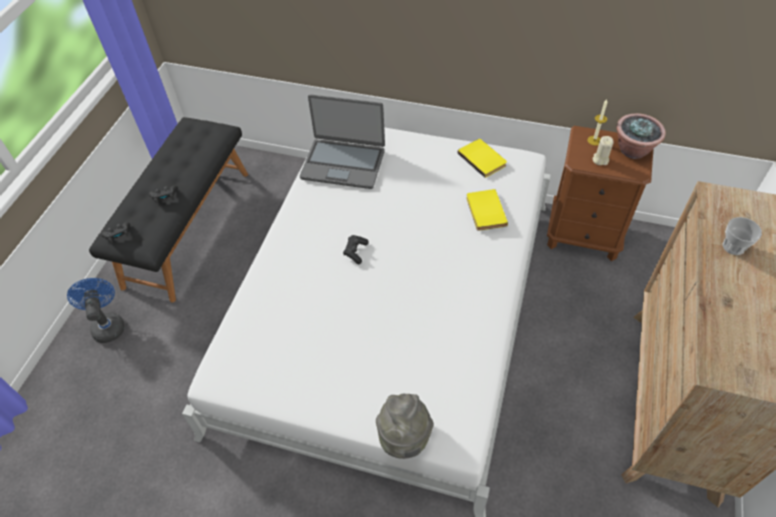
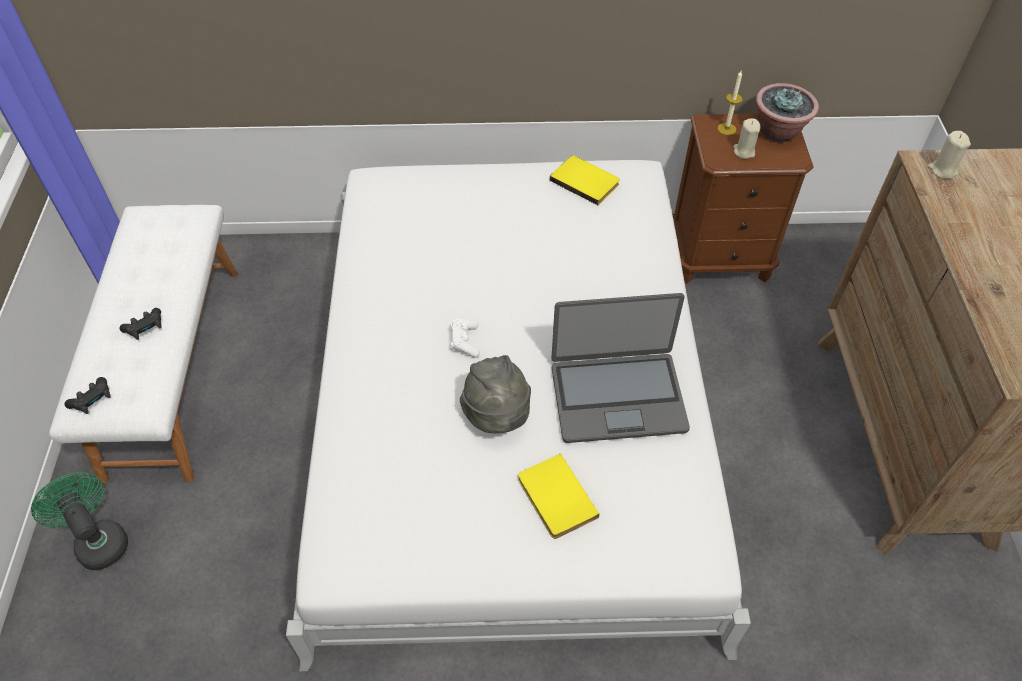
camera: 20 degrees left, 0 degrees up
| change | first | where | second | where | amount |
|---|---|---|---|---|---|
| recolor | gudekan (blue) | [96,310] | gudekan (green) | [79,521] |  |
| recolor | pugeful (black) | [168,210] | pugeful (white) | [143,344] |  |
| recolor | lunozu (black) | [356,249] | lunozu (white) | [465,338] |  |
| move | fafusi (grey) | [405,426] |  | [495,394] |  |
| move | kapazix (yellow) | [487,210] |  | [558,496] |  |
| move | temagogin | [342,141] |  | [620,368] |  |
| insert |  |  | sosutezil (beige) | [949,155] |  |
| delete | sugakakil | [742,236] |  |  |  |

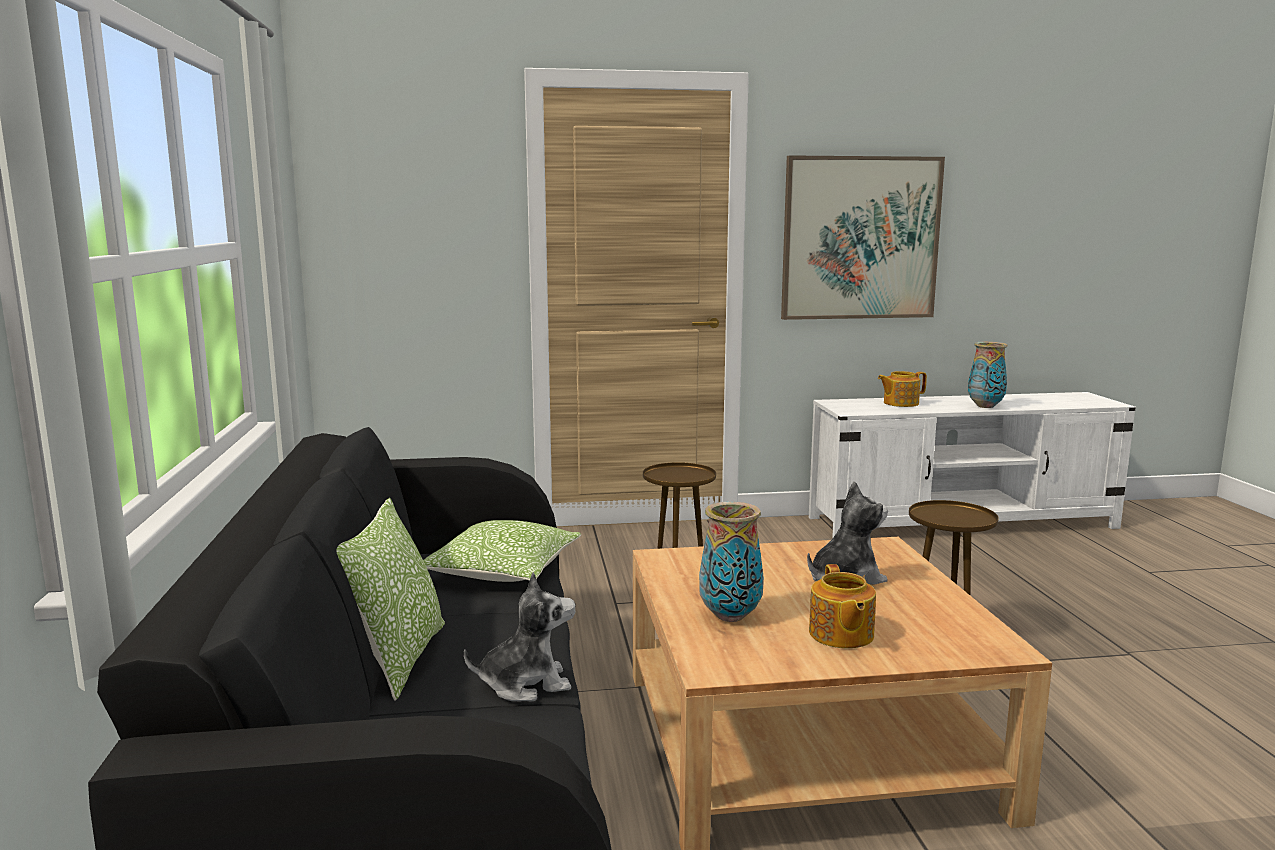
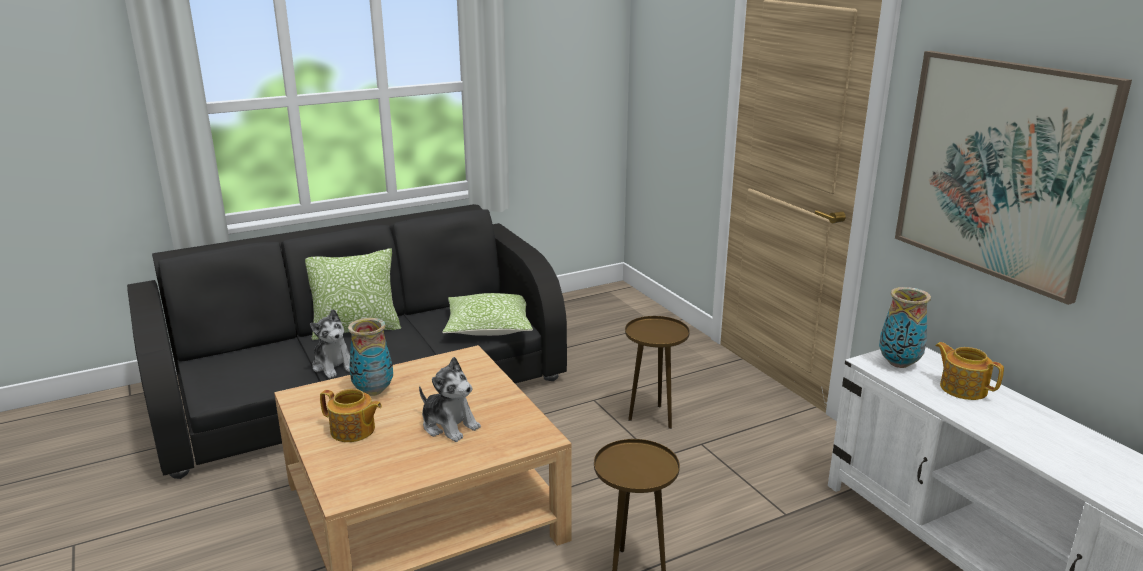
camera: 70 degrees right, 10 degrees up
| change | first | where | second | where | amount |
|---|---|---|---|---|---|
| rotate | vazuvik | [842,606] |  | [351,415] | 135 degrees counterclockwise |
| move | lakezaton | [988,375] |  | [905,327] |  |

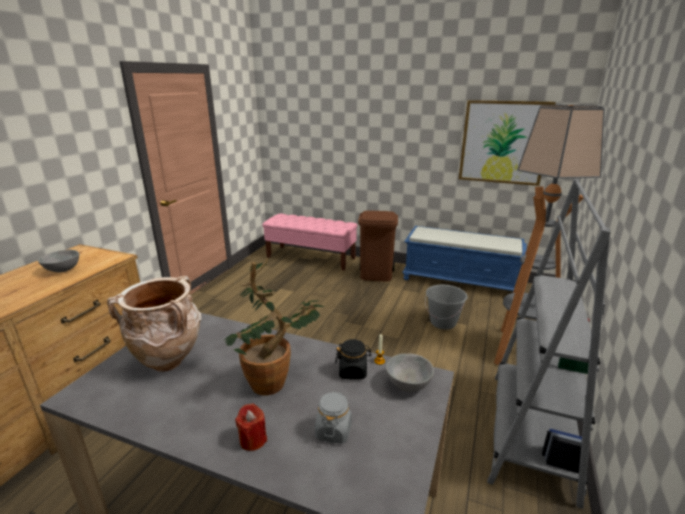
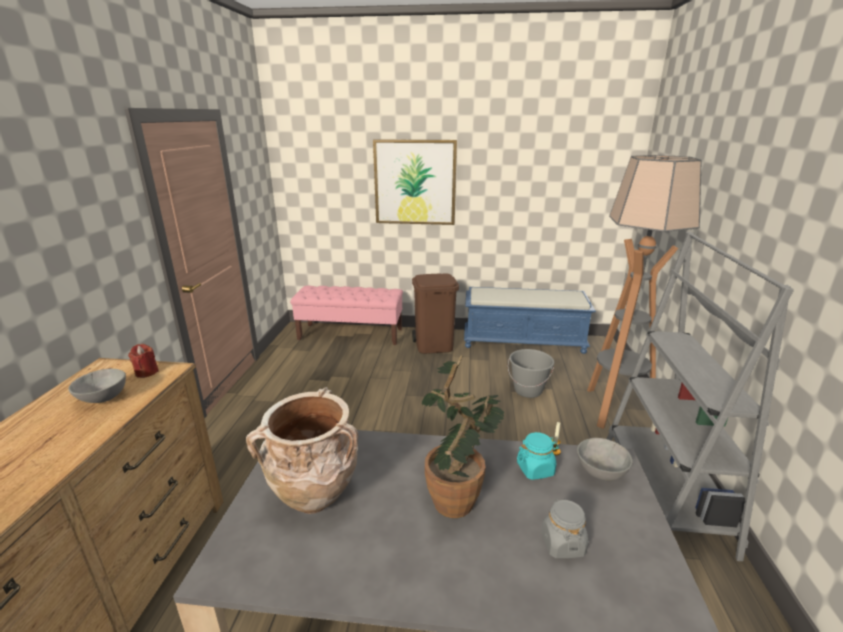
camera: 15 degrees left, 0 degrees up
| change | first | where | second | where | amount |
|---|---|---|---|---|---|
| move | sosutezil (red) | [251,427] |  | [143,361] |  |
| move | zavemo | [507,143] |  | [415,182] |  |
| recolor | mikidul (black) | [353,359] | mikidul (turquoise) | [538,456] |  |

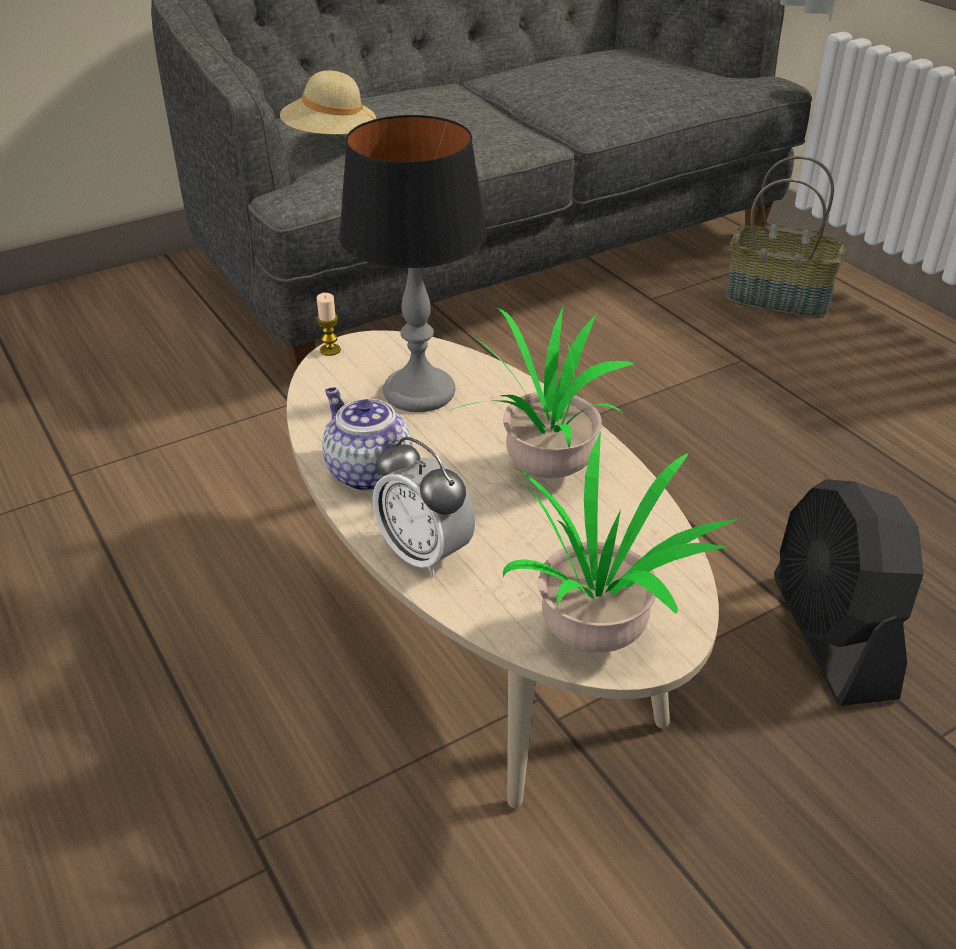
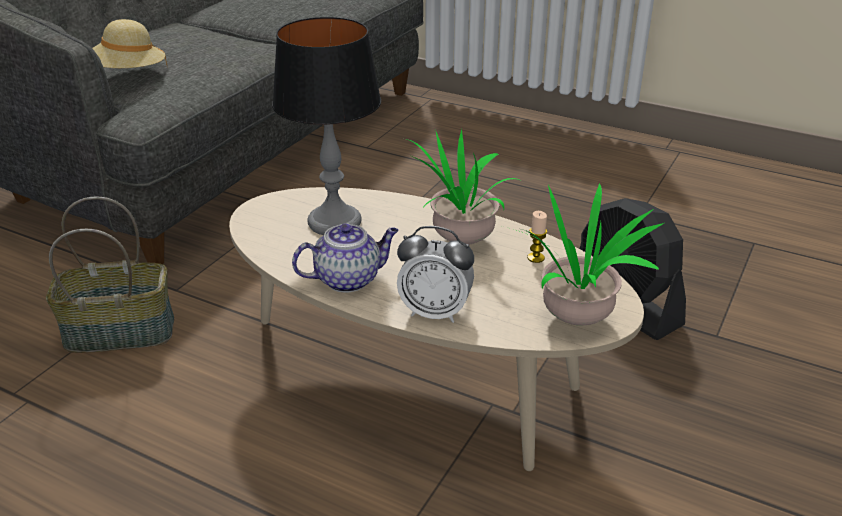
camera: 30 degrees left, 5 degrees down
| change | first | where | second | where | amount |
|---|---|---|---|---|---|
| move | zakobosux | [785,237] |  | [110,274] |  |
| rotate | vazuvik | [367,439] |  | [345,258] | 135 degrees clockwise |
| move | sosutezil | [329,324] |  | [537,237] |  |

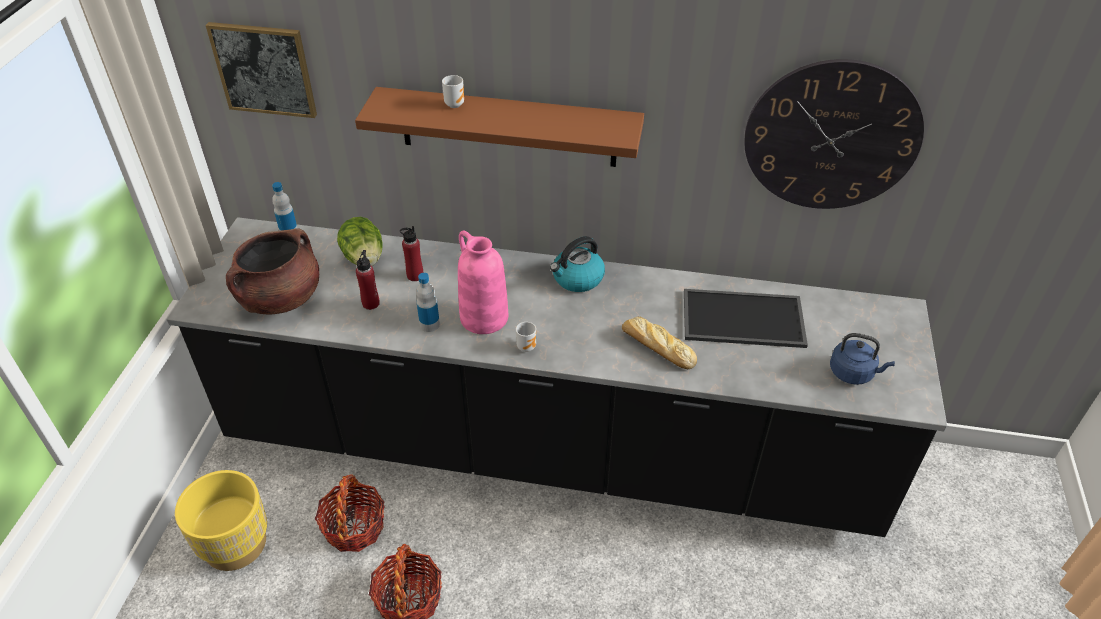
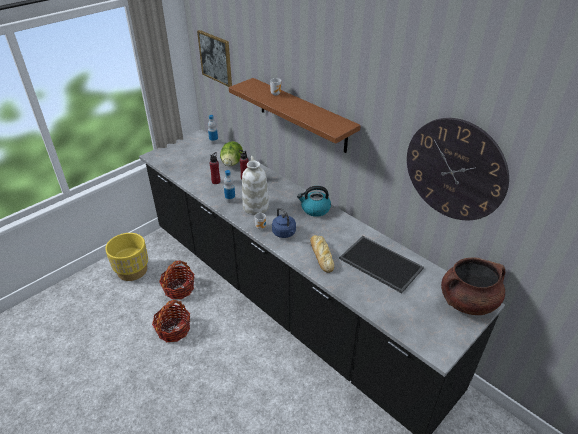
camera: 35 degrees right, 5 degrees down
| change | first | where | second | where | amount |
|---|---|---|---|---|---|
| recolor | lakezaton (pink) | [483,282] | lakezaton (white) | [255,185] |  |
| move | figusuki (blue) | [862,359] |  | [284,222] |  |
| move | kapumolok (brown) | [272,271] |  | [473,286] |  |

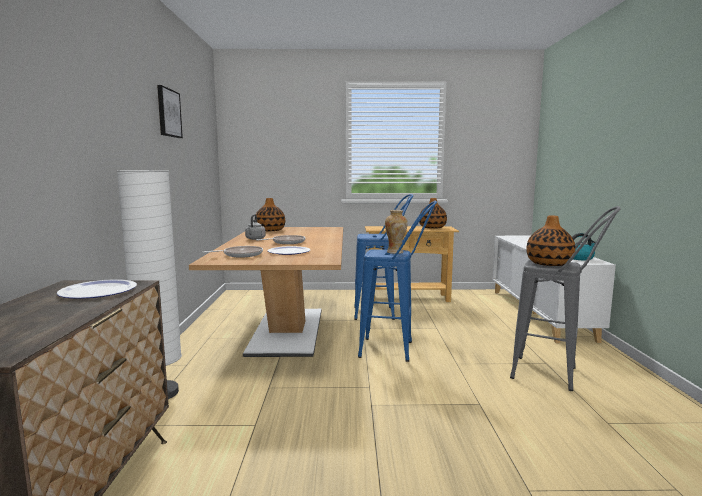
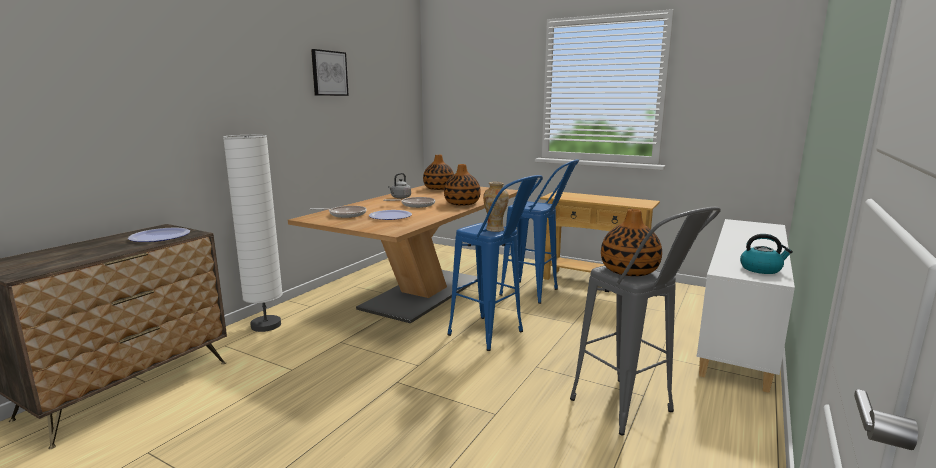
camera: 30 degrees right, 5 degrees up
| change | first | where | second | where | amount |
|---|---|---|---|---|---|
| move | lakezaton | [433,213] |  | [462,185] |  |

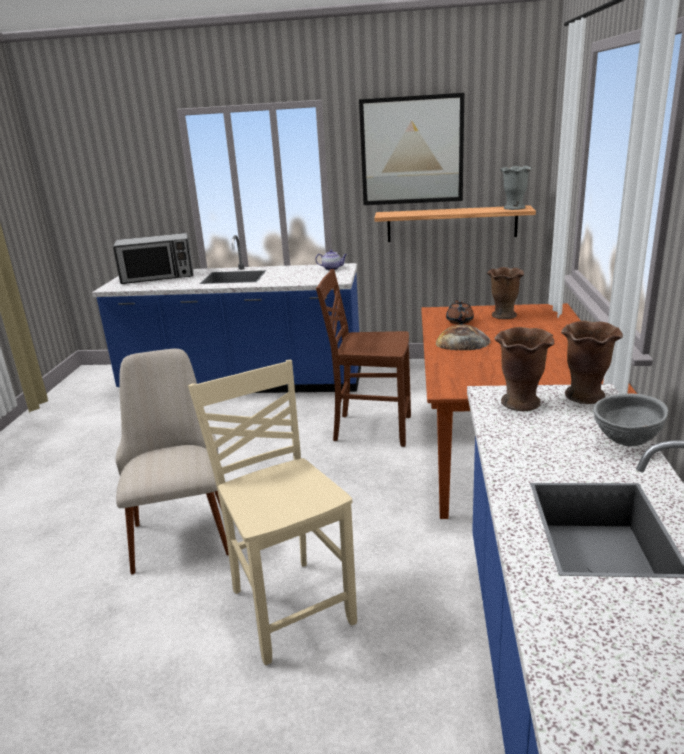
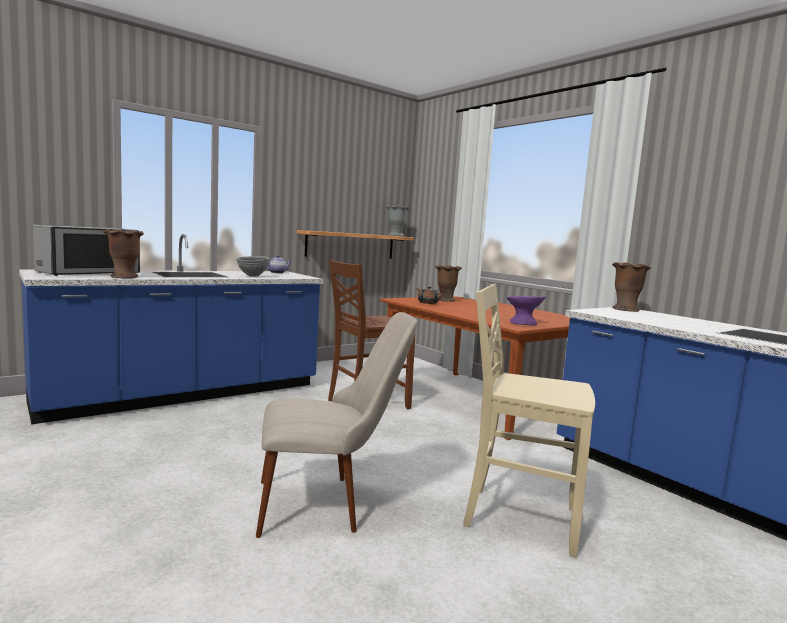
camera: 45 degrees left, 15 degrees down
| change | first | where | second | where | amount |
|---|---|---|---|---|---|
| move | lakezaton (brown) | [524,369] |  | [123,253] |  |
| move | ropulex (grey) | [630,420] |  | [252,266] |  |
| rotate | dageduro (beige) | [172,461] |  | [336,425] | 135 degrees clockwise |
| insert |  |  | ropulex (purple) | [526,311] |  |
| delete | zavemo | [411,149] |  |  |  |
| delete | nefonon | [463,337] |  |  |  |

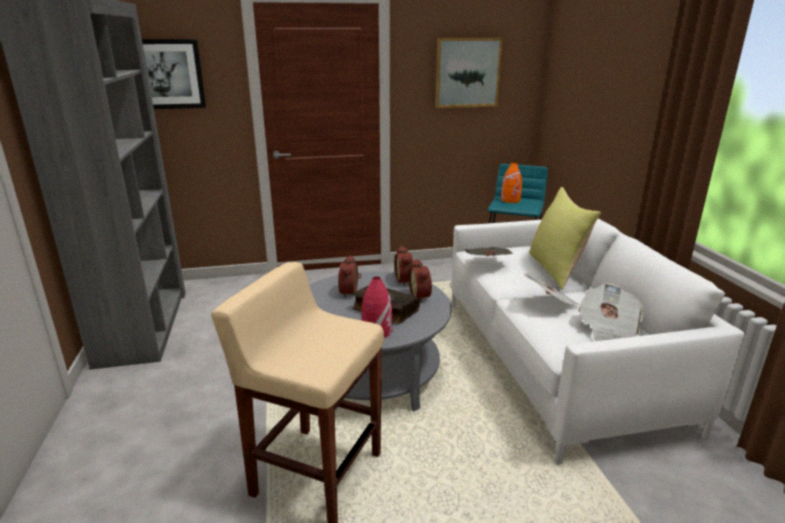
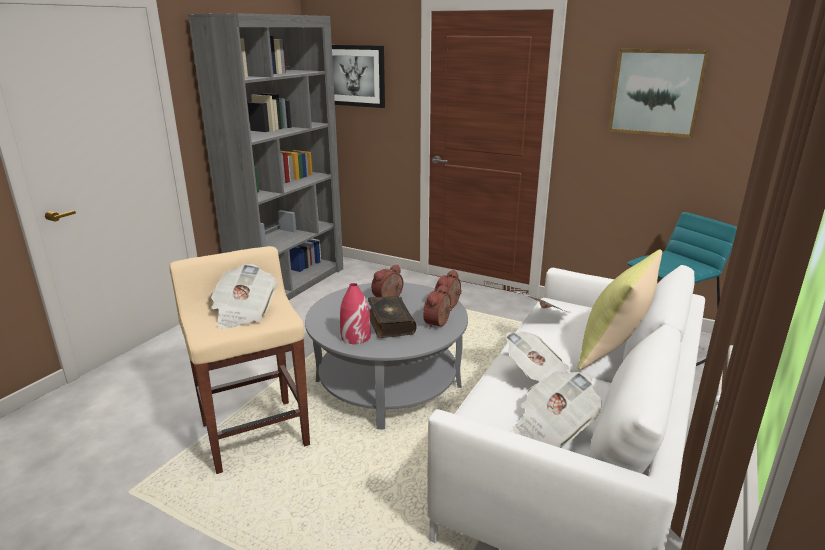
camera: 40 degrees right, 0 degrees up
| change | first | where | second | where | amount |
|---|---|---|---|---|---|
| insert |  |  | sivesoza | [244,296] |  |
| delete | lakezaton (orange) | [511,182] |  |  |  |

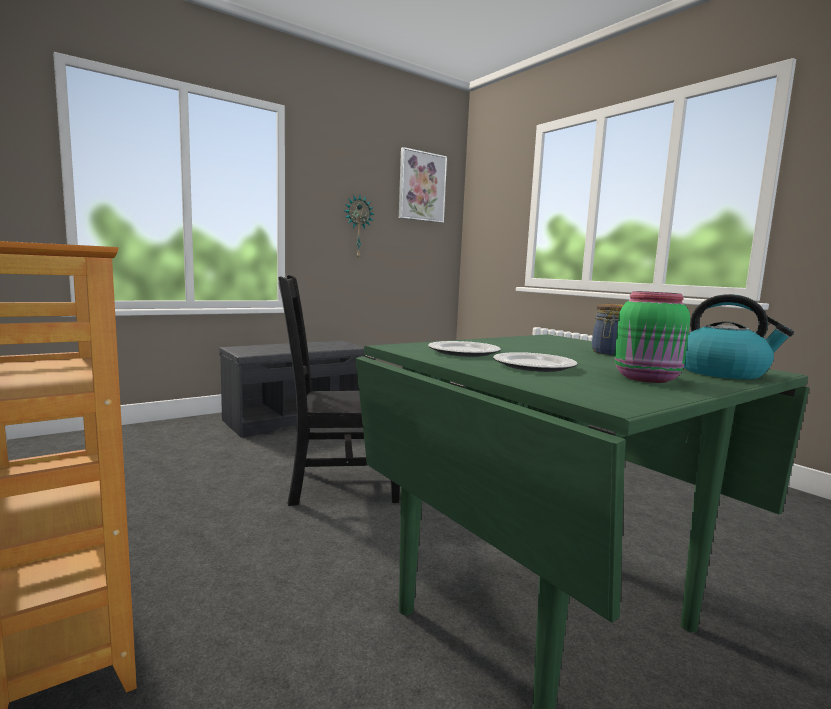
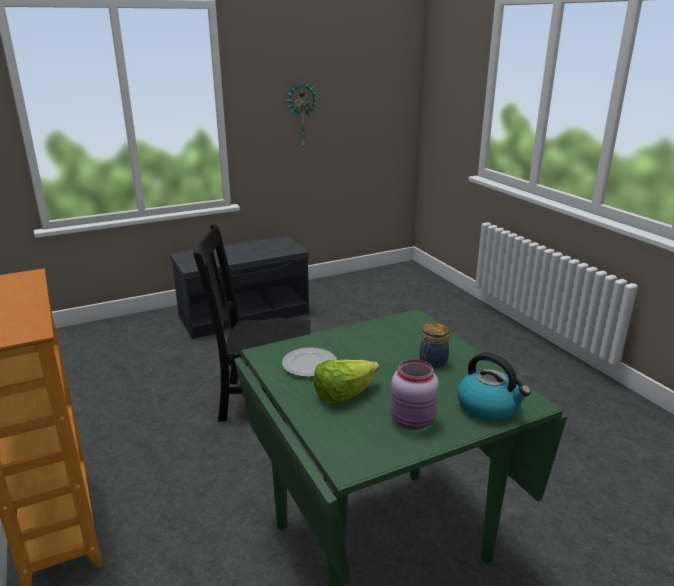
camera: 10 degrees right, 15 degrees up
| change | first | where | second | where | amount |
|---|---|---|---|---|---|
| replace | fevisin | [535,362] | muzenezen | [346,382] |  |
| recolor | mikidul (green) | [652,337] | mikidul (pink) | [414,394] |  |
| delete | zavemo | [423,185] |  |  |  |

